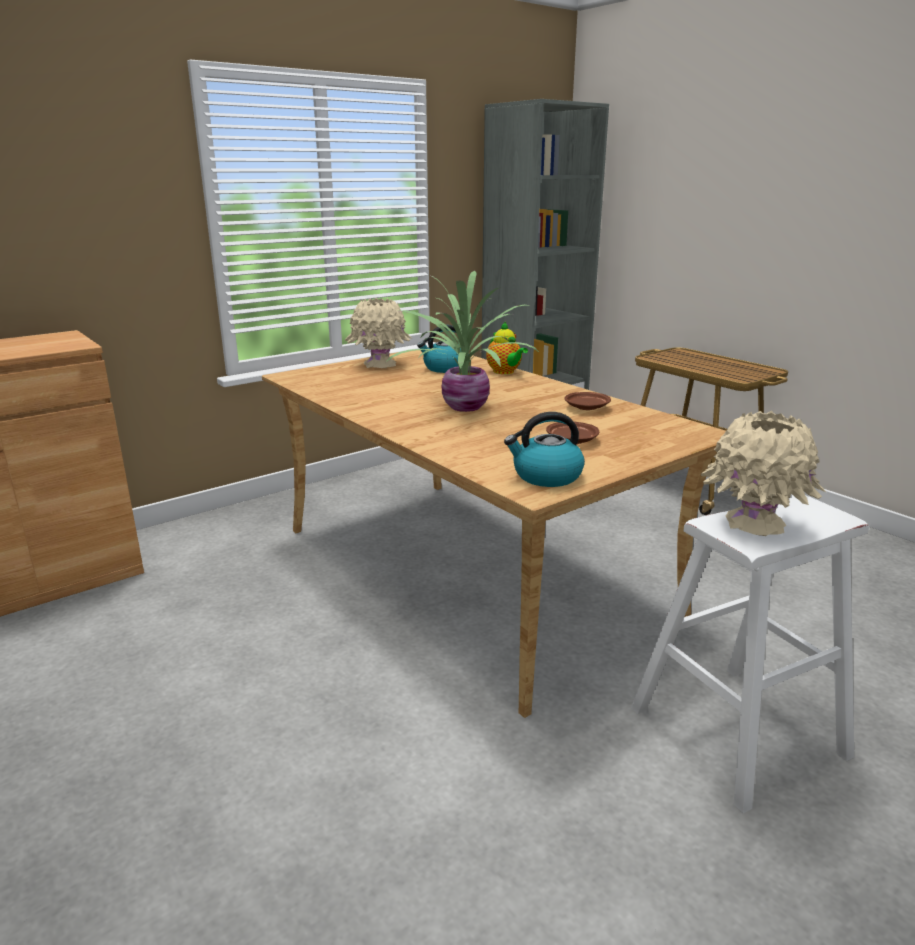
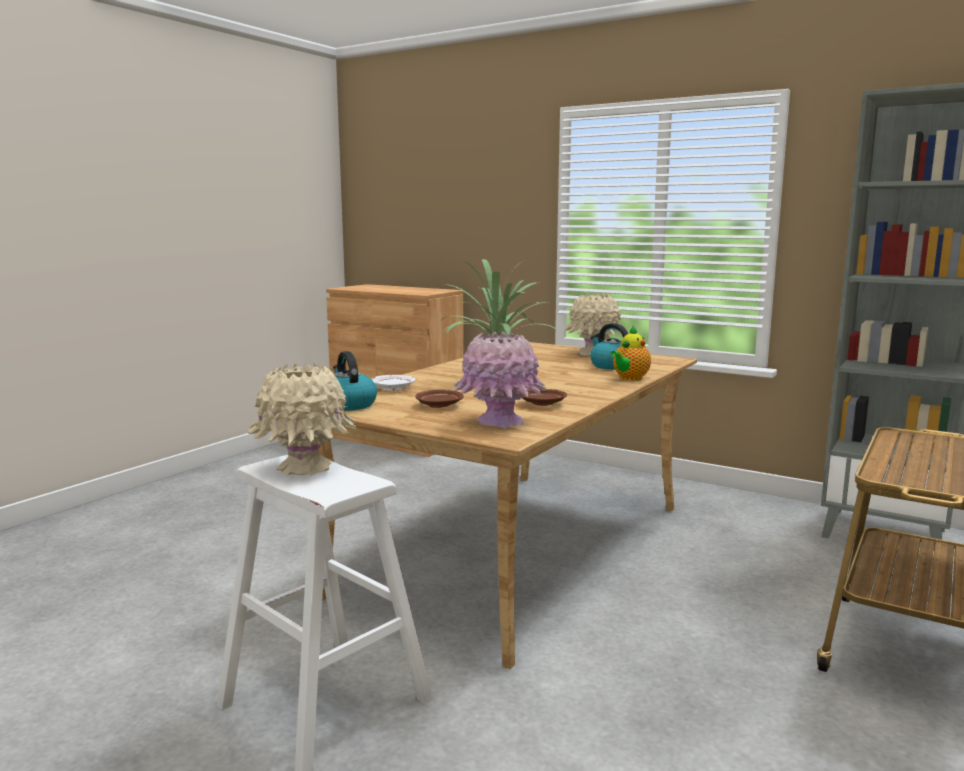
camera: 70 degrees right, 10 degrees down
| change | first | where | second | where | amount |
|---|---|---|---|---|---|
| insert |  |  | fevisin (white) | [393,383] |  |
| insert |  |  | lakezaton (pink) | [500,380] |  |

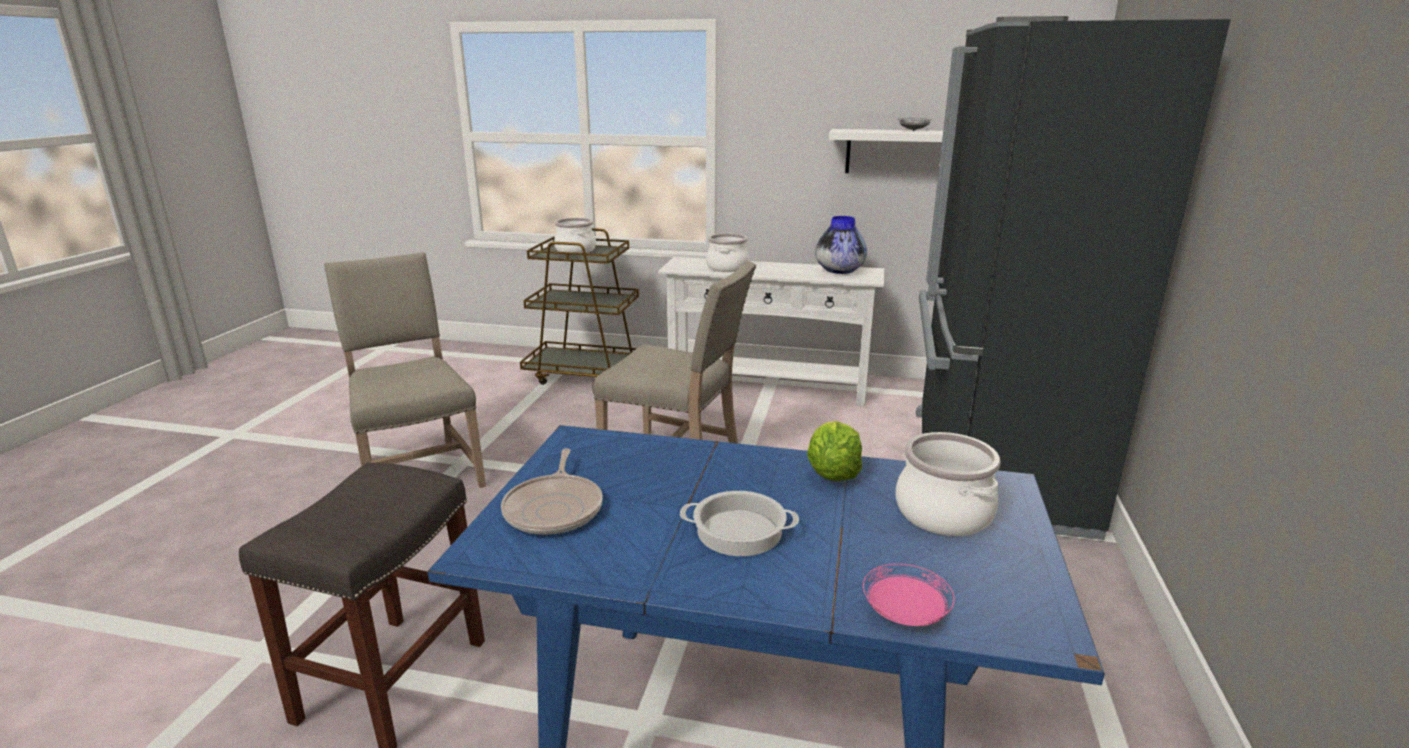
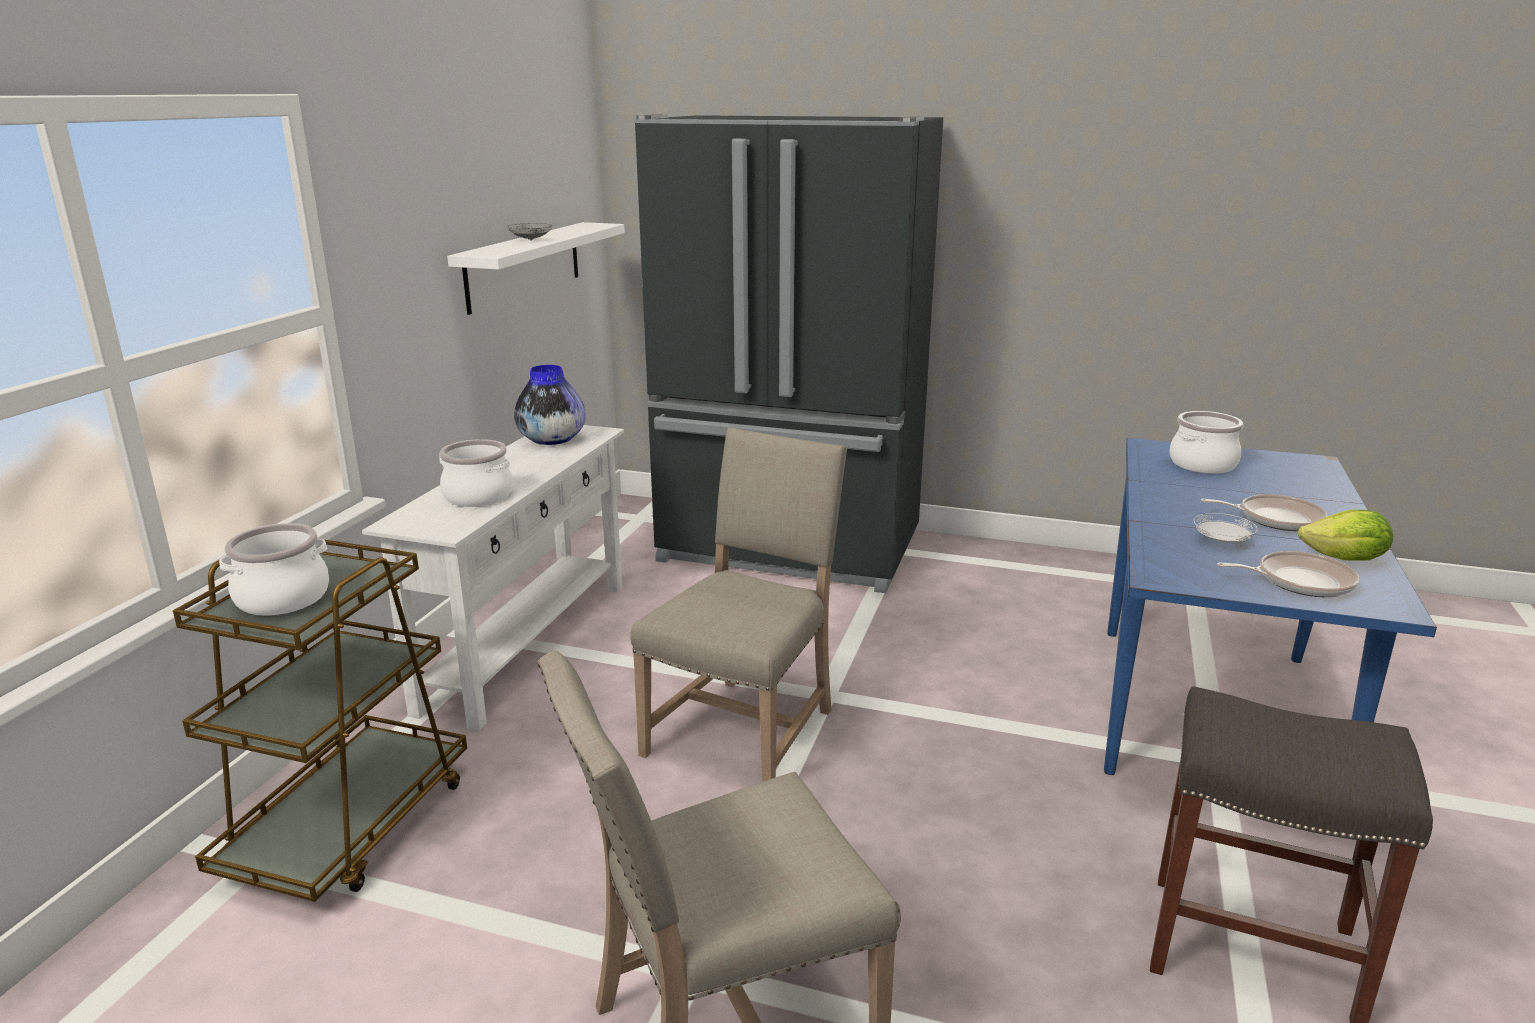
camera: 85 degrees left, 0 degrees up
| change | first | where | second | where | amount |
|---|---|---|---|---|---|
| insert |  |  | fevisin (white) | [1226,528] |  |
| replace | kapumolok | [739,523] | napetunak | [1264,512] |  |
| move | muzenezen | [834,451] |  | [1345,535] |  |
| delete | fevisin (pink) | [909,595] |  |  |  |

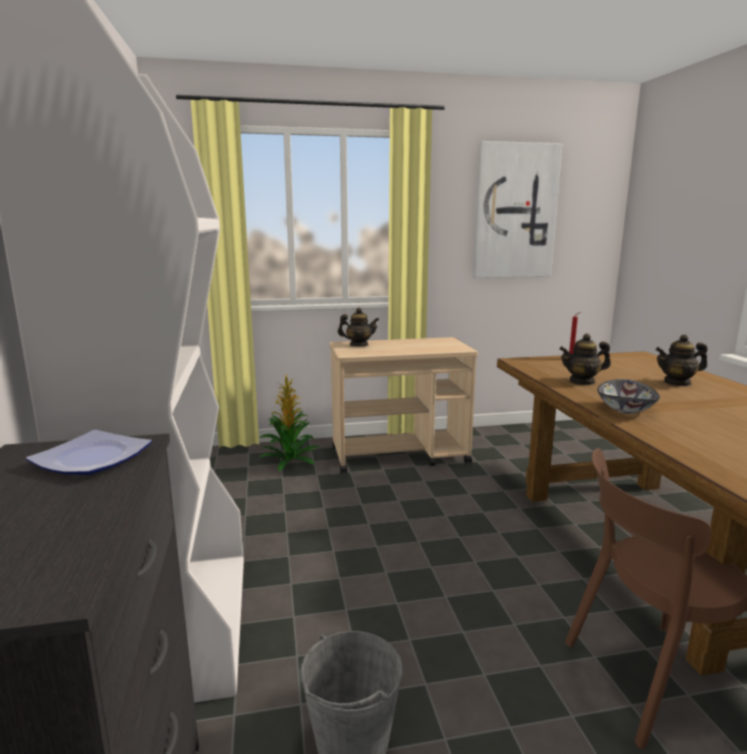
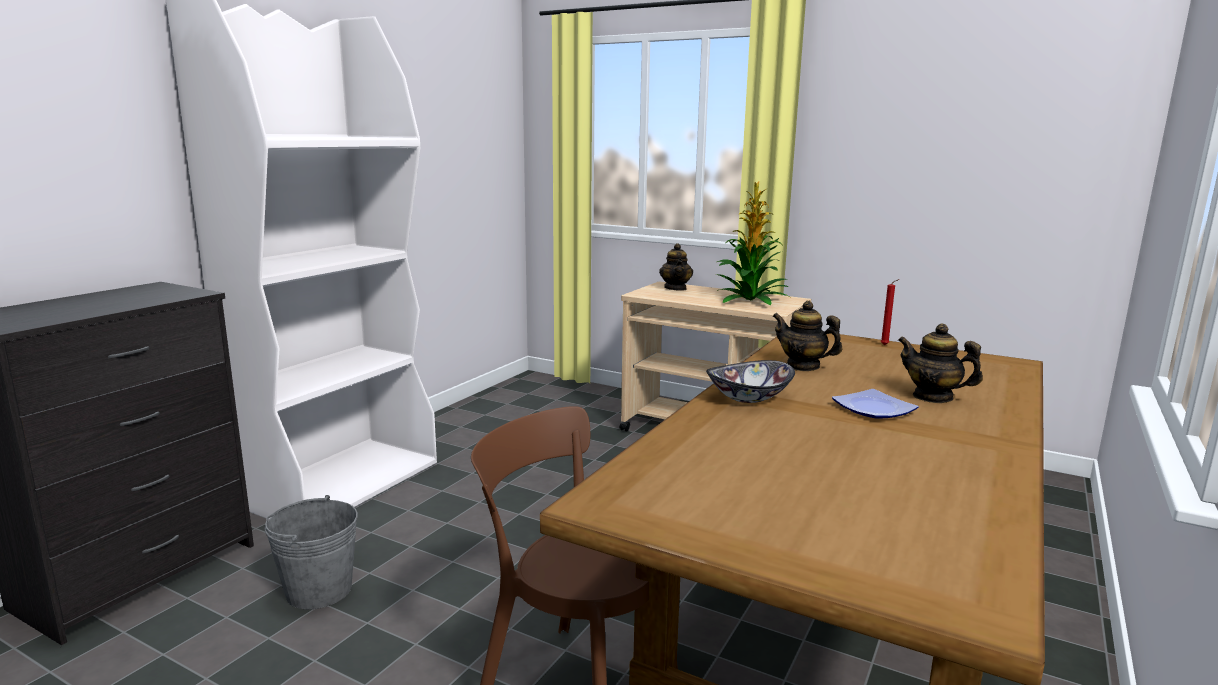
camera: 40 degrees right, 0 degrees up
| change | first | where | second | where | amount |
|---|---|---|---|---|---|
| rotate | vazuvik | [358,327] |  | [676,267] | 45 degrees clockwise |
| move | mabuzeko | [289,423] |  | [753,243] |  |
| move | fevisin | [89,452] |  | [875,403] |  |
| delete | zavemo | [517,209] |  |  |  |

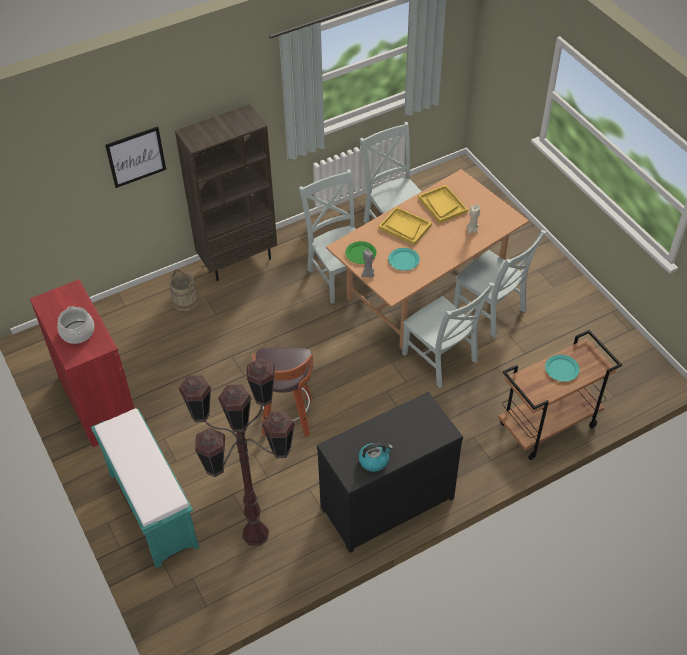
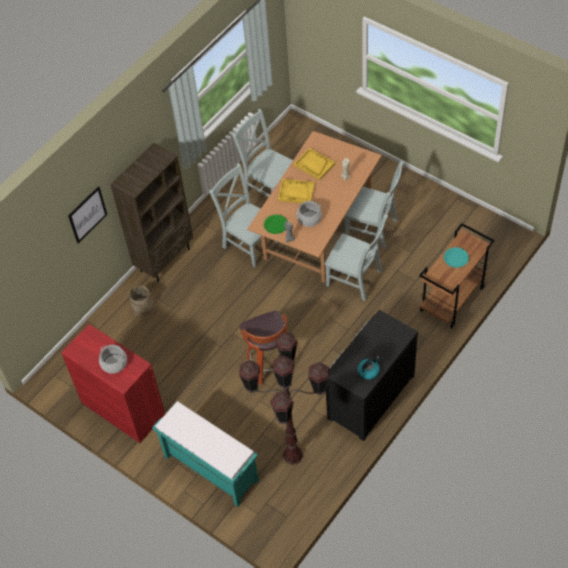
camera: 20 degrees left, 5 degrees up
| change | first | where | second | where | amount |
|---|---|---|---|---|---|
| replace | fevisin (turquoise) | [404,259] | kapumolok | [309,214] |  |

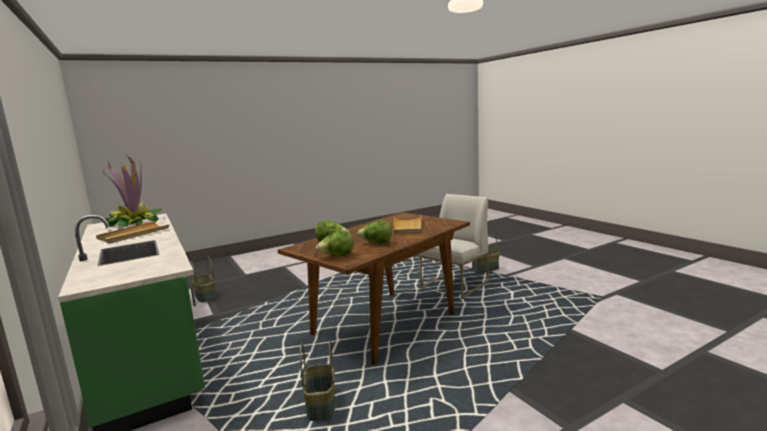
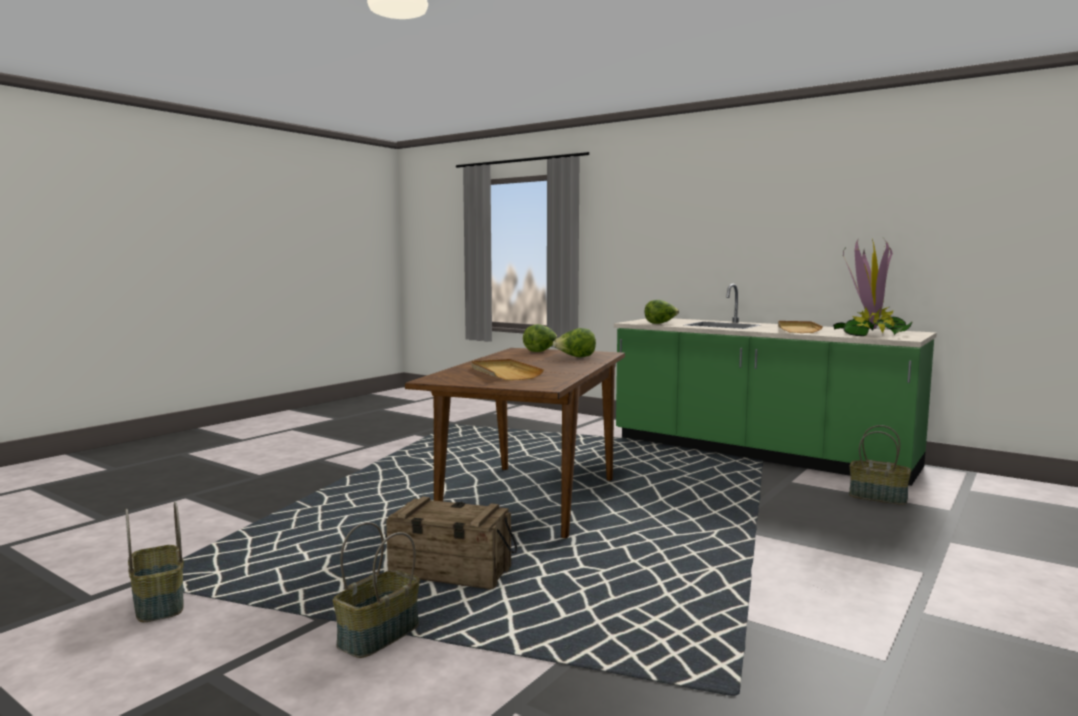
camera: 155 degrees right, 5 degrees down
| change | first | where | second | where | amount |
|---|---|---|---|---|---|
| move | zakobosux | [317,380] |  | [154,561] |  |
| replace | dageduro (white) | [454,246] | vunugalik | [451,542] |  |
| move | muzenezen | [374,232] |  | [662,312] |  |

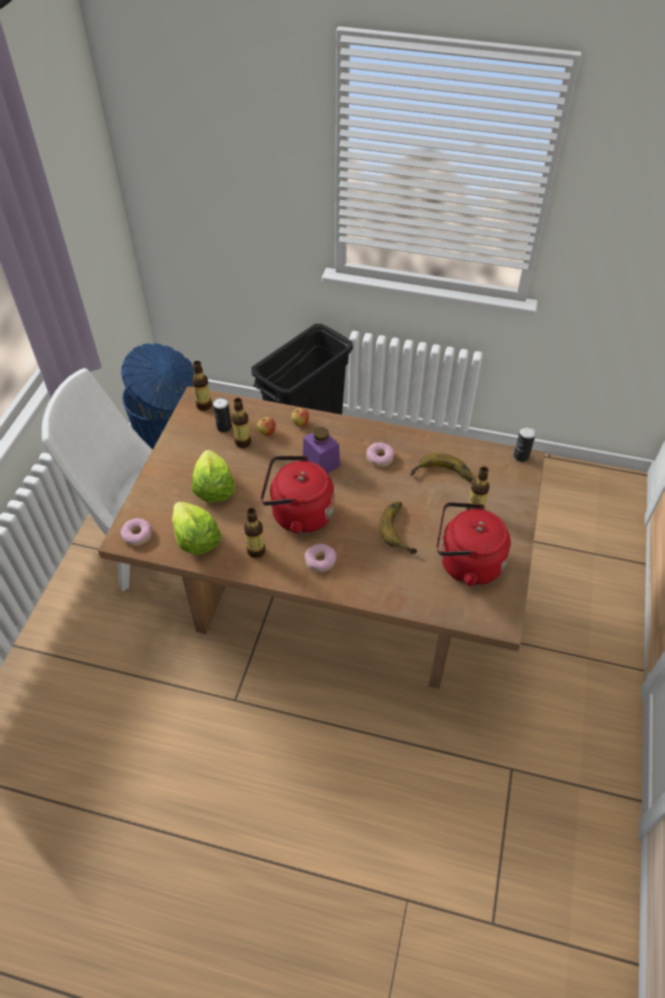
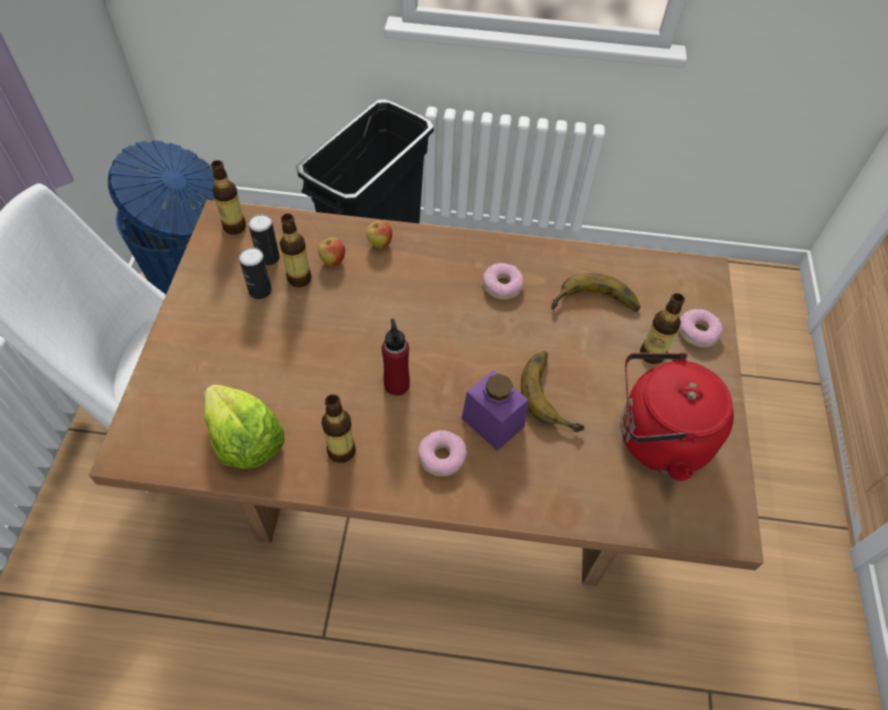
camera: 10 degrees left, 5 degrees up
| change | first | where | second | where | amount |
|---|---|---|---|---|---|
| move | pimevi | [525,444] |  | [255,273] |  |
| replace | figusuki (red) | [297,495] | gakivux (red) | [396,357] |  |
| move | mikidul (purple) | [321,450] |  | [495,410] |  |
| move | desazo | [136,532] |  | [700,328] |  |
| delete | muzenezen | [213,476] |  |  |  |

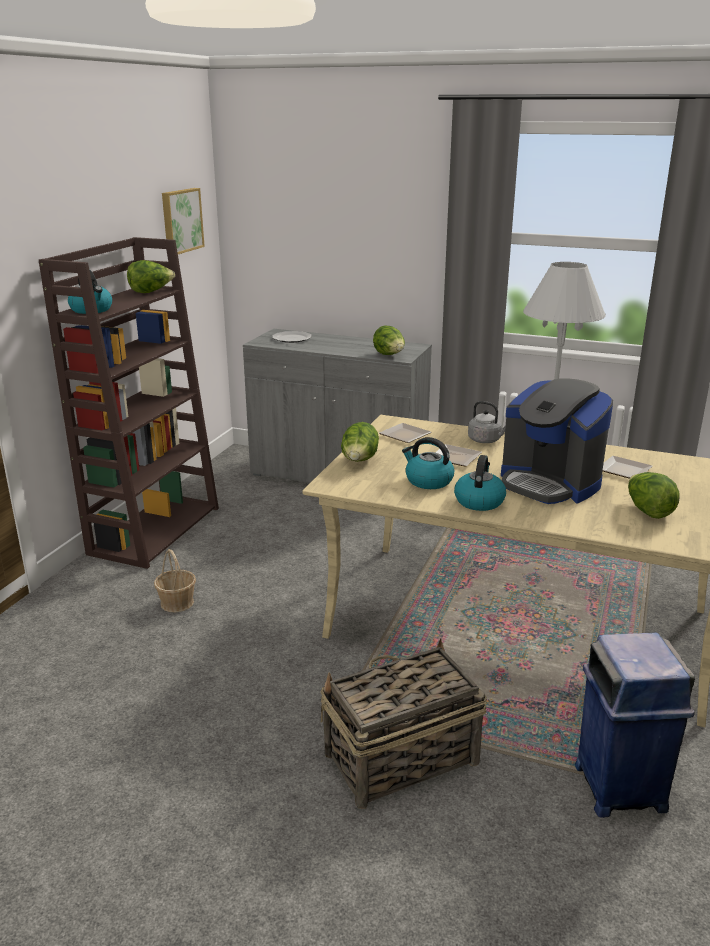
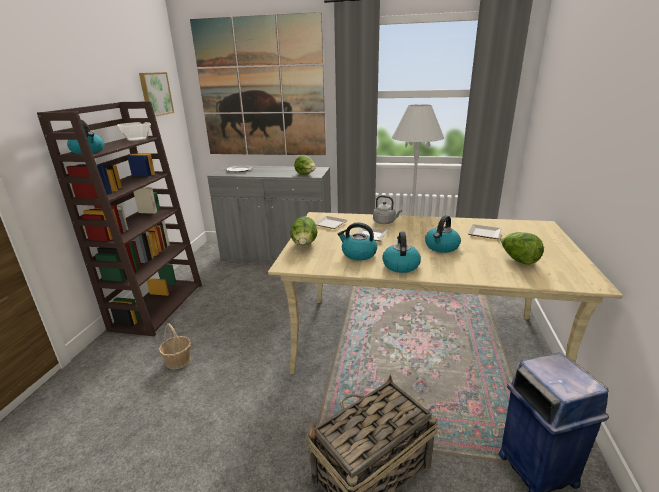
camera: 10 degrees left, 0 degrees up
| change | first | where | second | where | amount |
|---|---|---|---|---|---|
| replace | muzenezen | [151,276] | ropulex | [134,131] |  |
| insert |  |  | zavemo | [258,83] |  |
| replace | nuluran | [557,441] | figusuki | [443,234] |  |

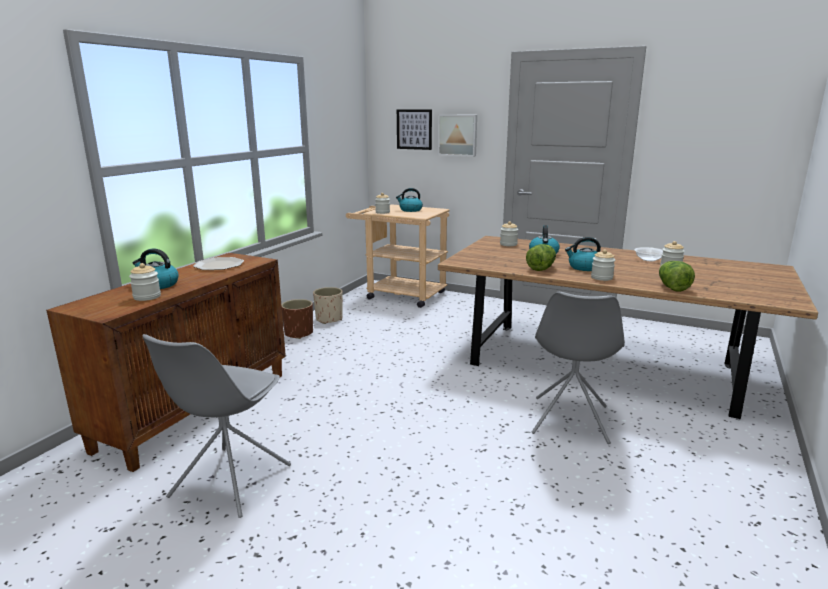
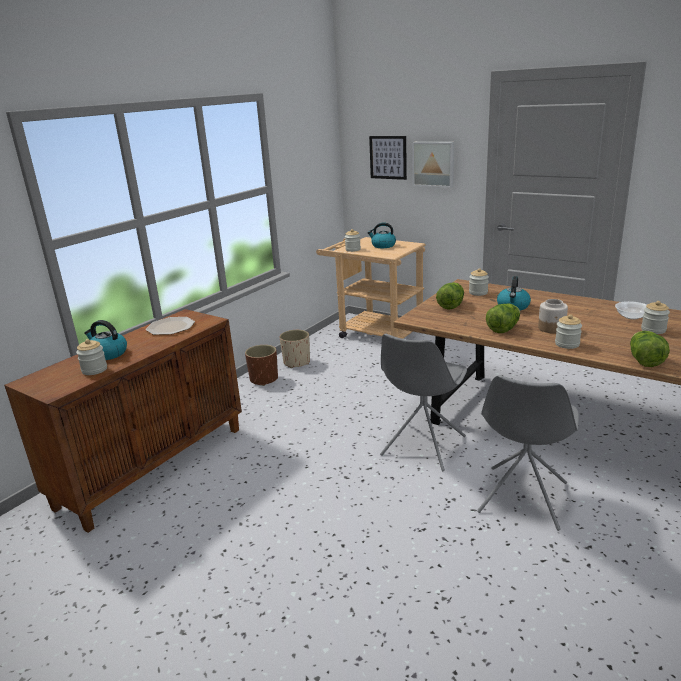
camera: 10 degrees right, 5 degrees up
| change | first | where | second | where | amount |
|---|---|---|---|---|---|
| move | dageduro (grey) | [216,426] |  | [423,403] |  |
| insert |  |  | muzenezen | [450,296] |  |
| replace | figusuki | [583,254] | mikidul | [553,316] |  |

